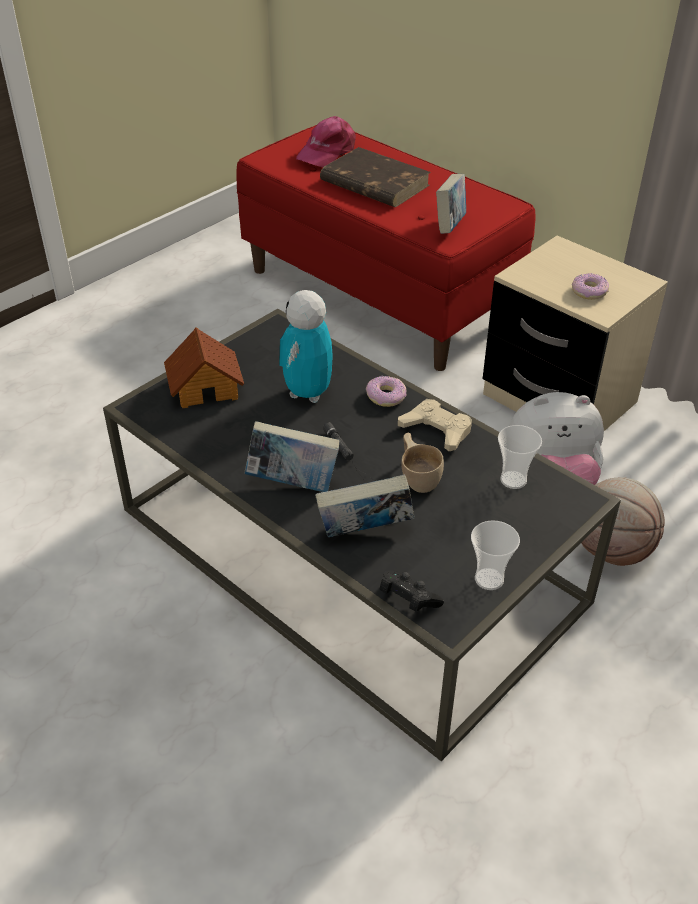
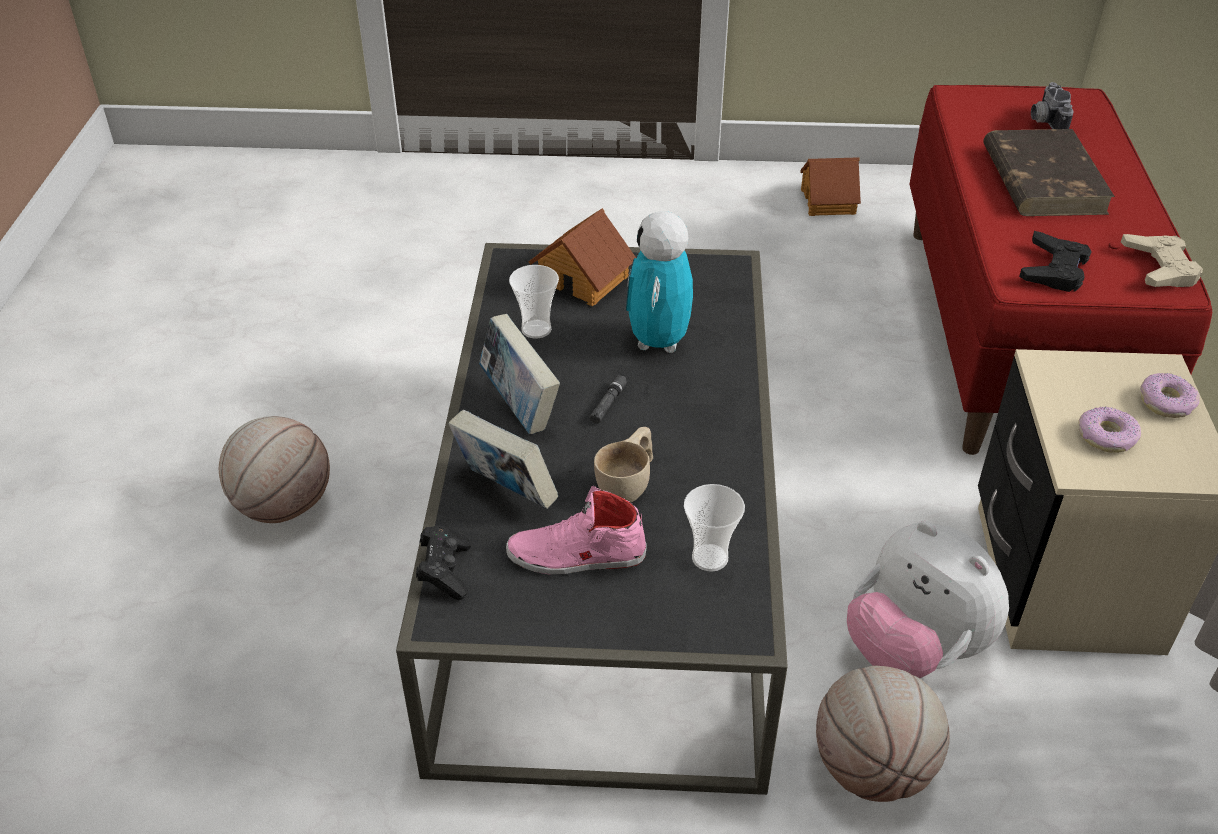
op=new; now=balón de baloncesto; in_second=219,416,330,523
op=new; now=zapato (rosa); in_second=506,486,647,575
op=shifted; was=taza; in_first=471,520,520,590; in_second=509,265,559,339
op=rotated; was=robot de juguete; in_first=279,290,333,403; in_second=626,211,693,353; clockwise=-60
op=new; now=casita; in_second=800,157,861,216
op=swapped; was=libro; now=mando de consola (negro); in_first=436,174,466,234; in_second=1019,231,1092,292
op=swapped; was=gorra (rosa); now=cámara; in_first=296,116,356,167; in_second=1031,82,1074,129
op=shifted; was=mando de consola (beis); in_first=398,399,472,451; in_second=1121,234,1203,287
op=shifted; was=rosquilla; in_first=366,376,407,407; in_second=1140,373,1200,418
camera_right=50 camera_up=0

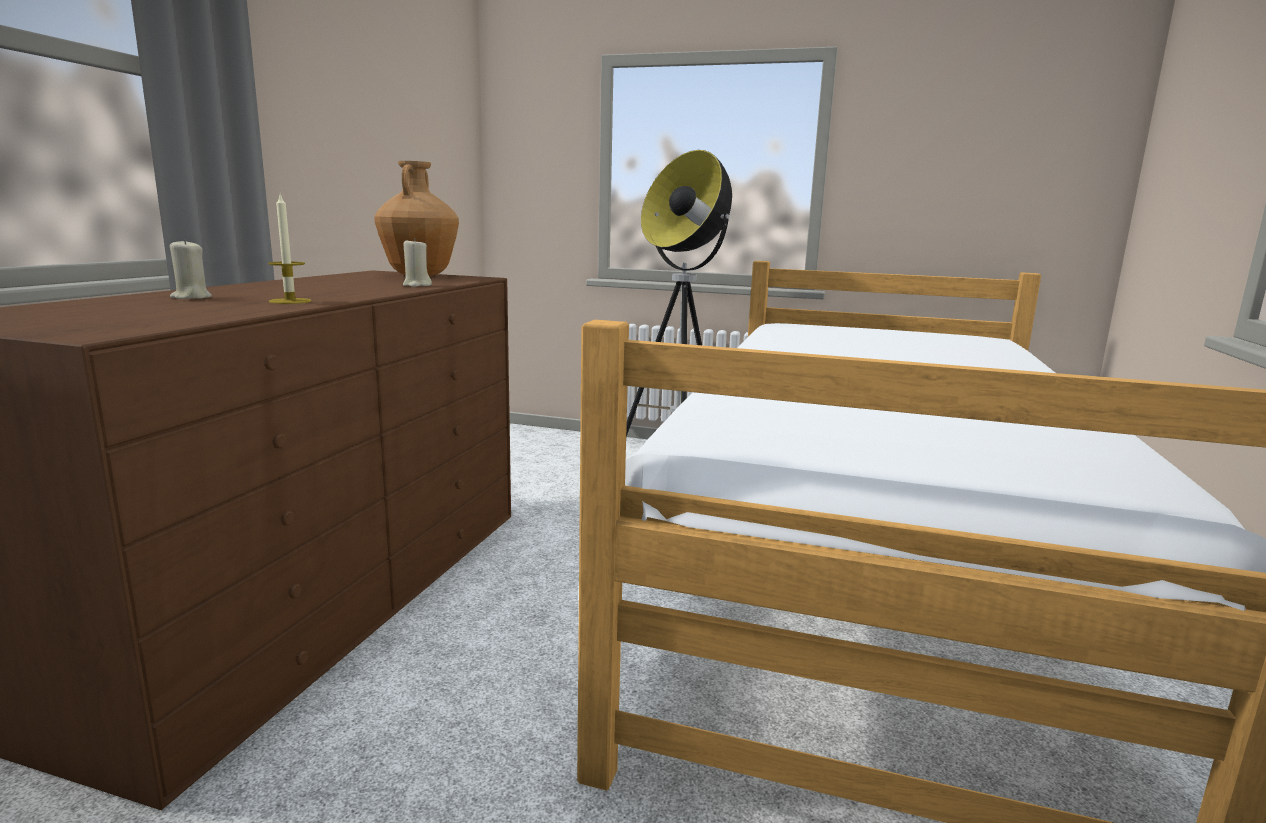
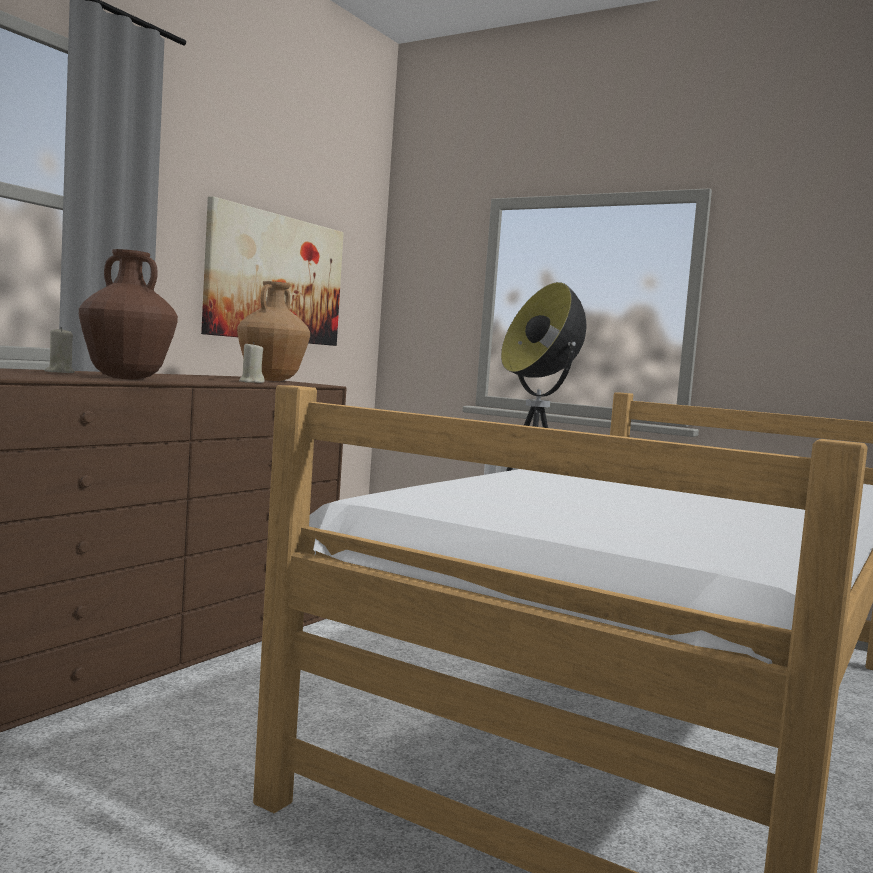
op=swapped; was=vela; now=florero (marrón); in_first=268,195,311,304; in_second=79,249,178,380
op=new; now=cuadro; in_second=201,196,344,346
camera_right=15 camera_up=-10

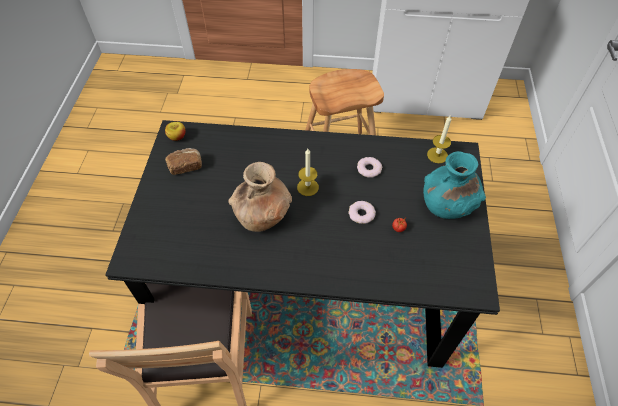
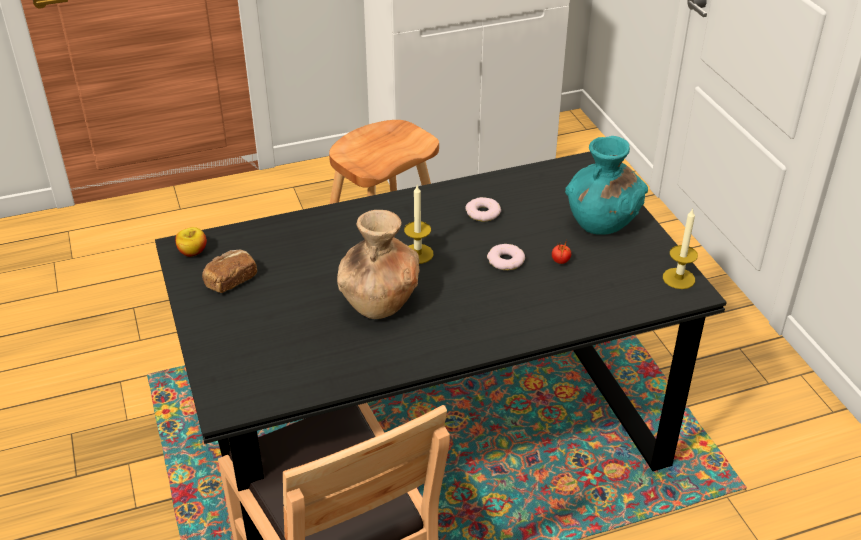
op=shifted; was=vela; in_first=427,116,451,163; in_second=663,208,698,289
camera_right=-25 camera_up=-15

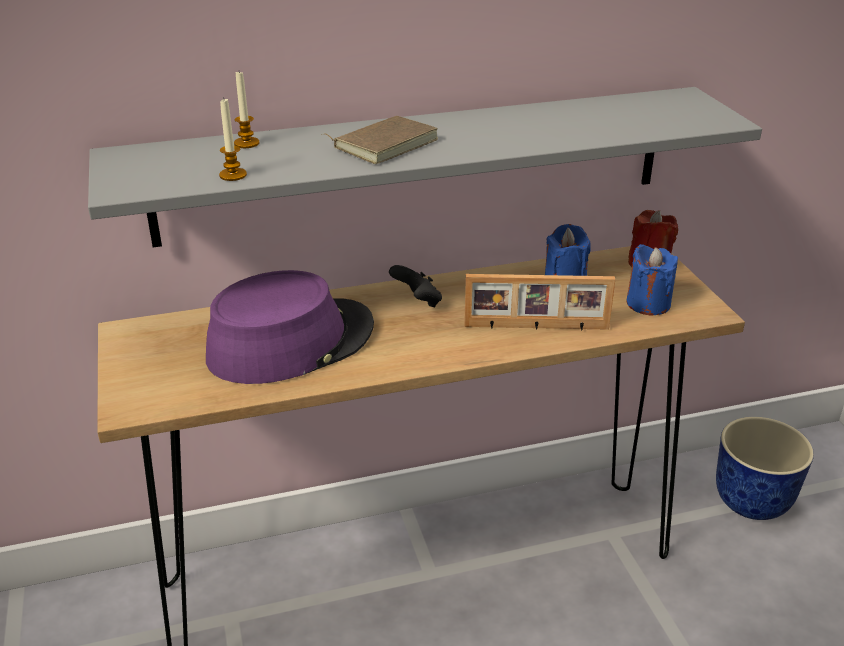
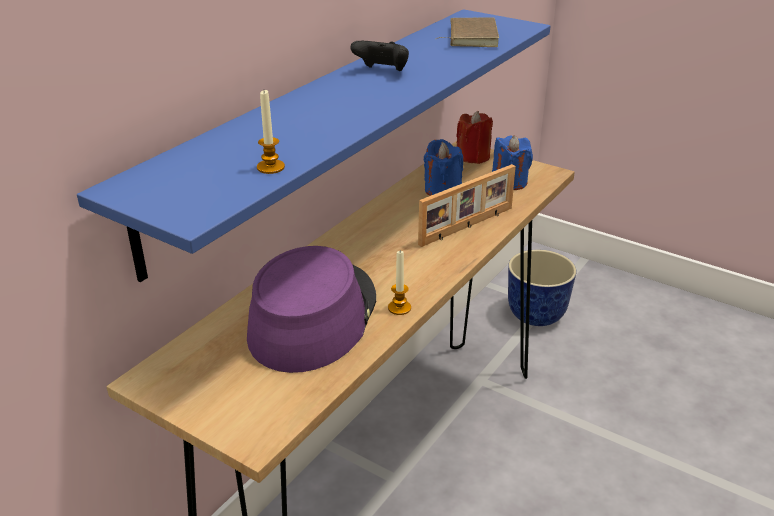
op=repainted; was=estante (gris); now=estante (azul); in_first=88,87,762,247; in_second=77,9,551,282
op=shifted; was=mando de consola (negro); in_first=389,265,442,307; in_second=350,41,409,71
op=shifted; was=vela; in_first=234,72,259,148; in_second=388,251,411,315
op=shifted; was=libro (marrón); in_first=321,116,438,164; in_second=436,17,499,47
camera_right=-40 camera_up=0

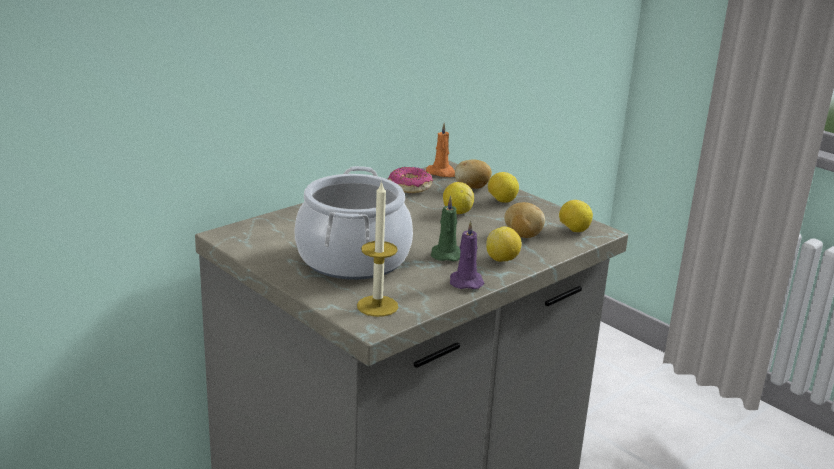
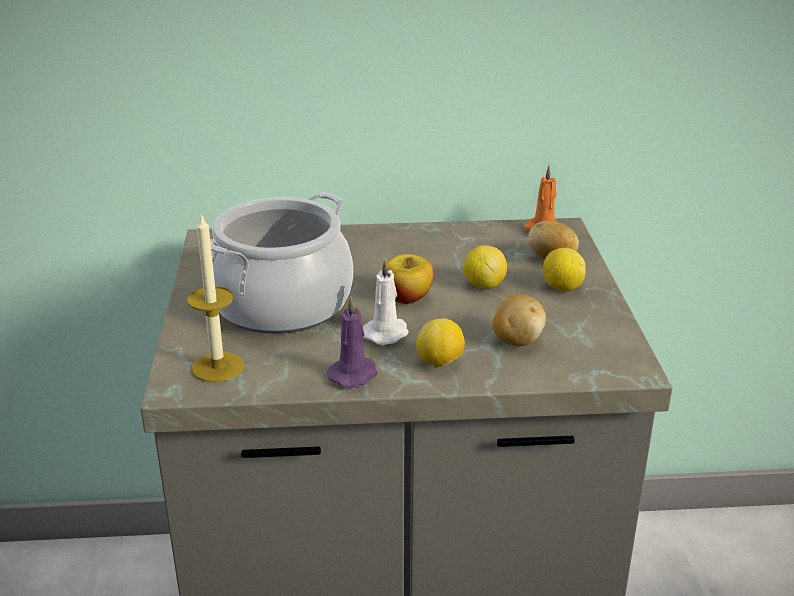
op=repainted; was=vela (verde); now=vela (blanco); in_first=431,196,460,261; in_second=363,258,409,345
op=new; now=manzana; in_second=387,254,434,304
op=gone; was=rosquilla; in_first=388,167,433,193
op=gone; was=limón; in_first=559,200,593,232
camera_right=40 camera_up=5

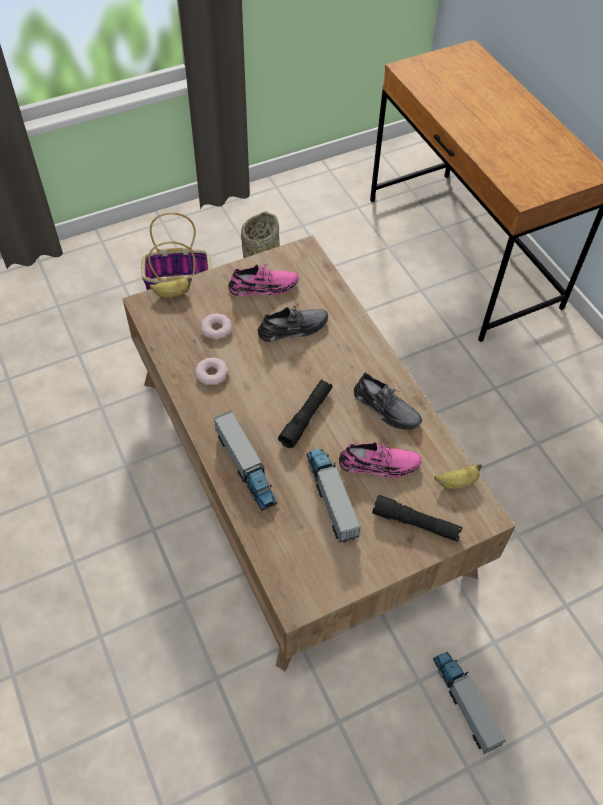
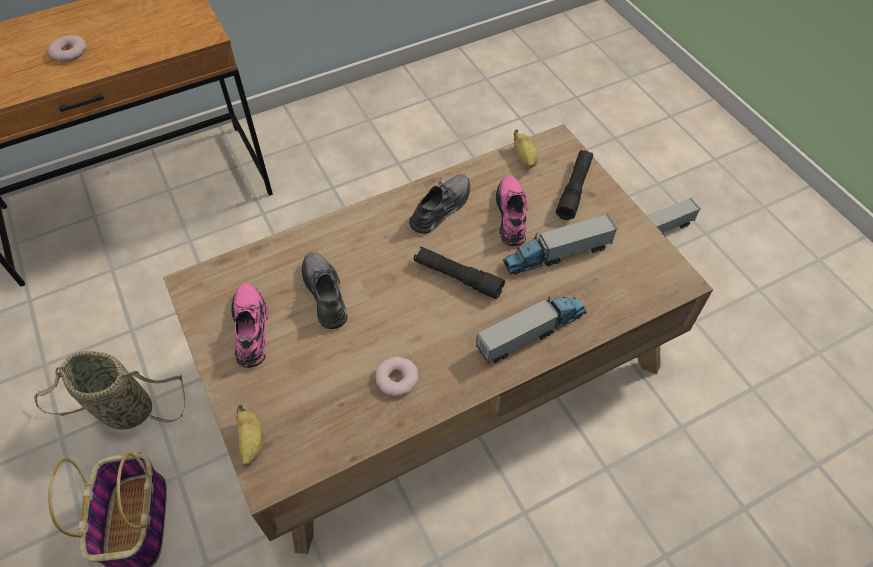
op=shifted; was=rosquilla; in_first=200,314,232,340; in_second=48,35,87,62
camera_right=-90 camera_up=0

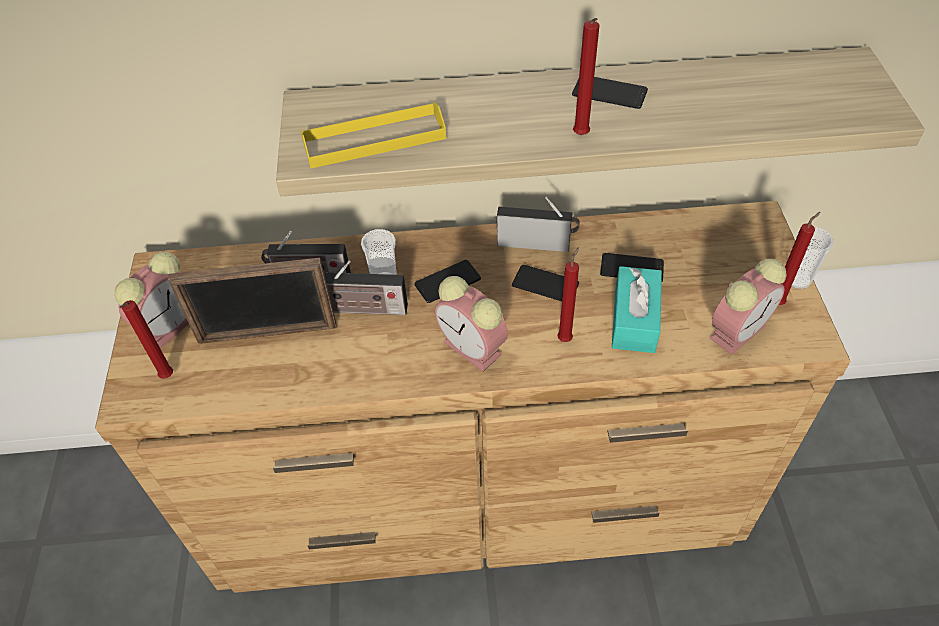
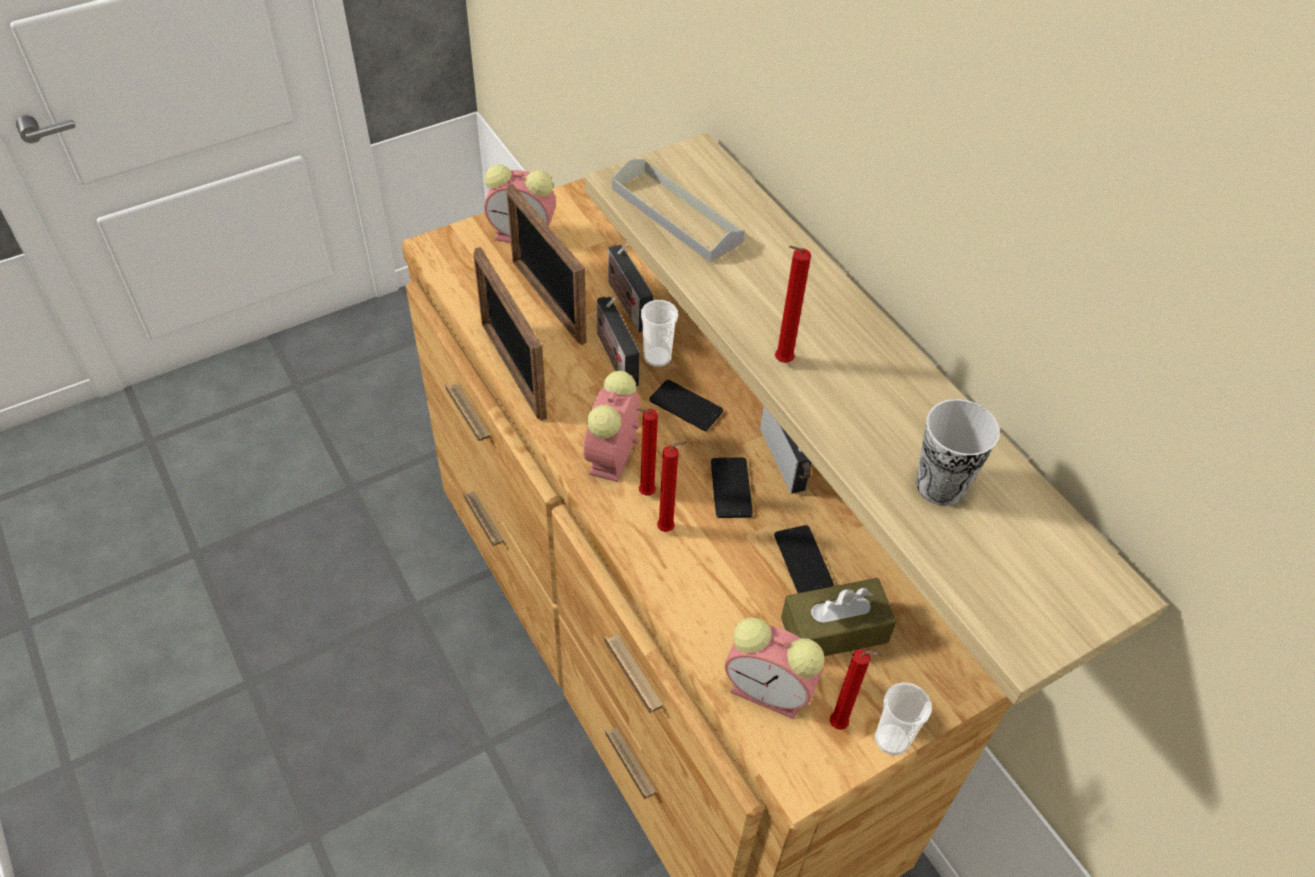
op=new; now=portarretratos; in_second=473,247,547,421
op=repainted; was=bandeja (amarillo); now=bandeja (gris); in_first=301,102,446,168; in_second=612,159,745,263
op=shifted; was=vela (rojo); in_first=119,300,173,379; in_second=636,408,658,496
op=new; now=caja de pañuelos (marrón); in_second=781,578,897,656
op=new; now=taza; in_second=916,399,999,506
op=gone; was=móvil; in_first=572,77,648,109
op=gone; was=caja de pañuelos (turquesa); in_first=612,266,662,353
camera_right=60 camera_up=0

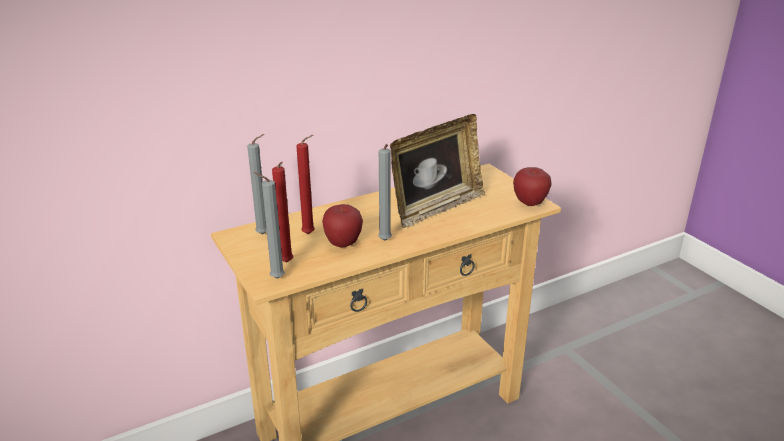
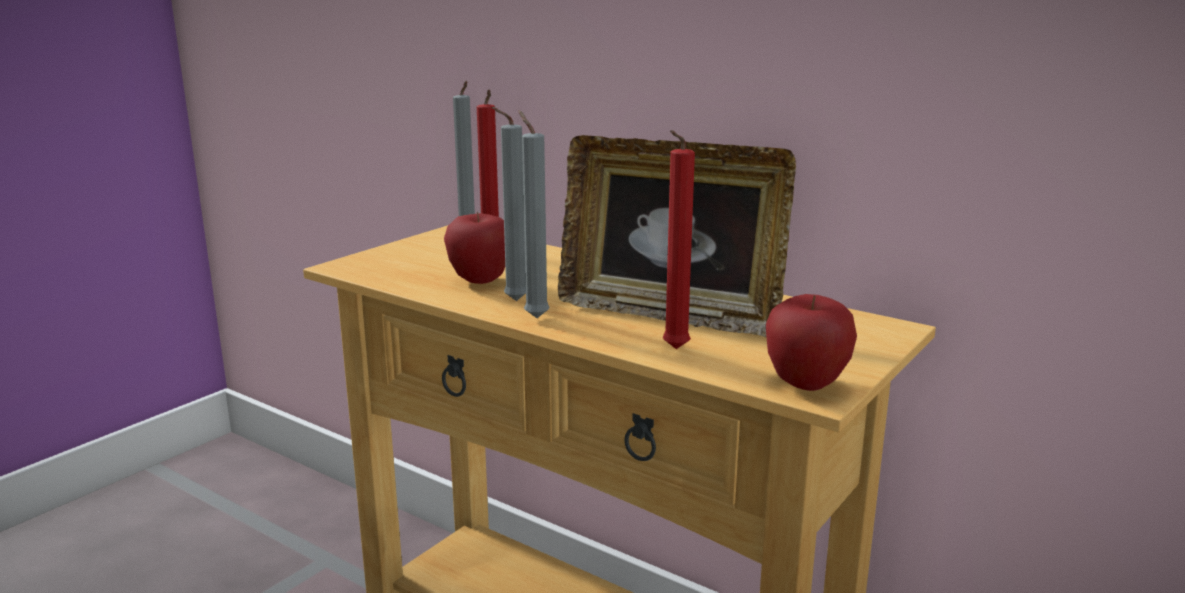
op=shifted; was=vela (gris); in_first=253,172,285,279; in_second=518,110,550,318
op=shifted; was=vela (rojo); in_first=272,162,293,263; in_second=663,130,695,349
camera_right=65 camera_up=-10

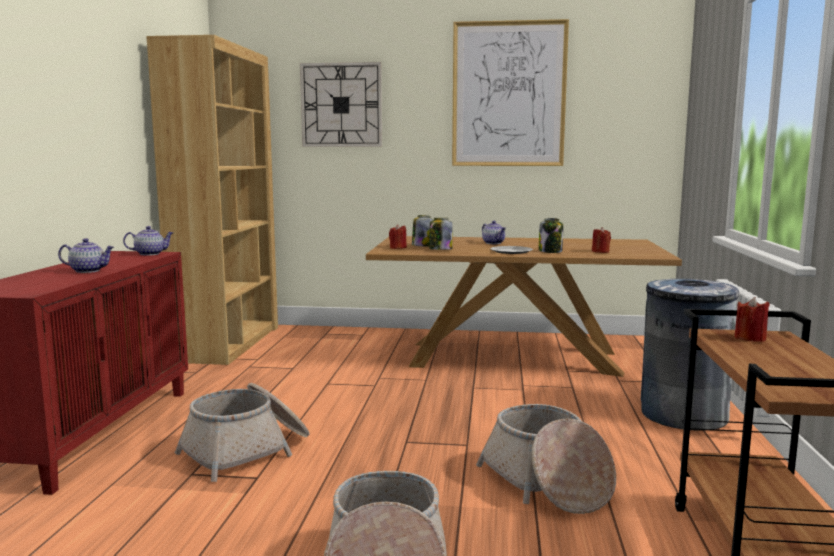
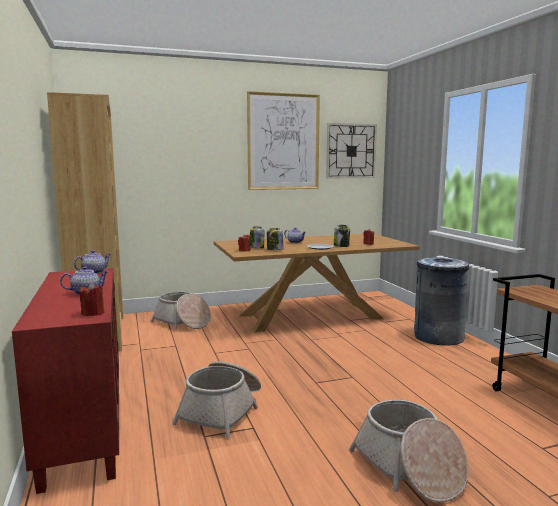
op=shifted; was=vela (rojo); in_first=734,297,770,342; in_second=80,283,104,316
op=shifted; was=cesta; in_first=476,404,616,514; in_second=151,292,211,330
op=shifted; was=reloj de pared; in_first=300,62,382,147; in_second=326,123,377,179
camera_right=-25 camera_up=0

